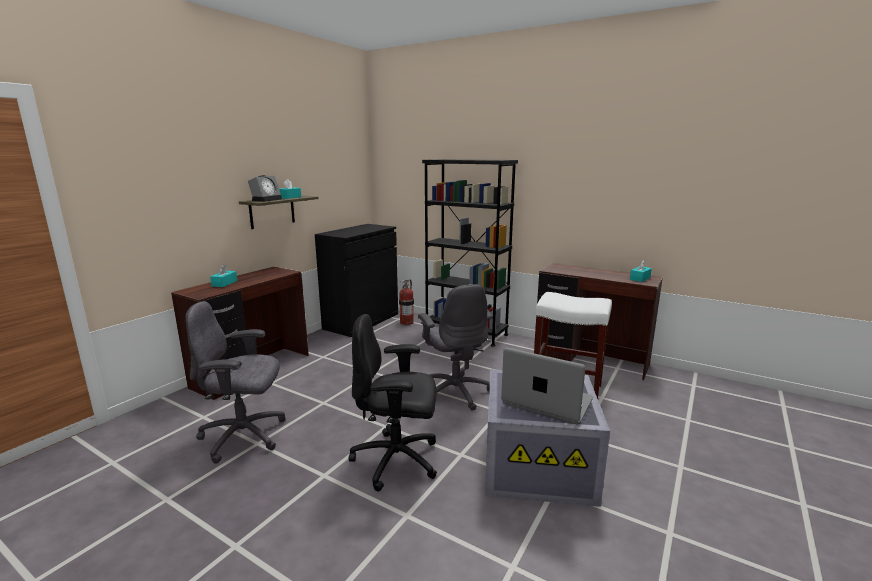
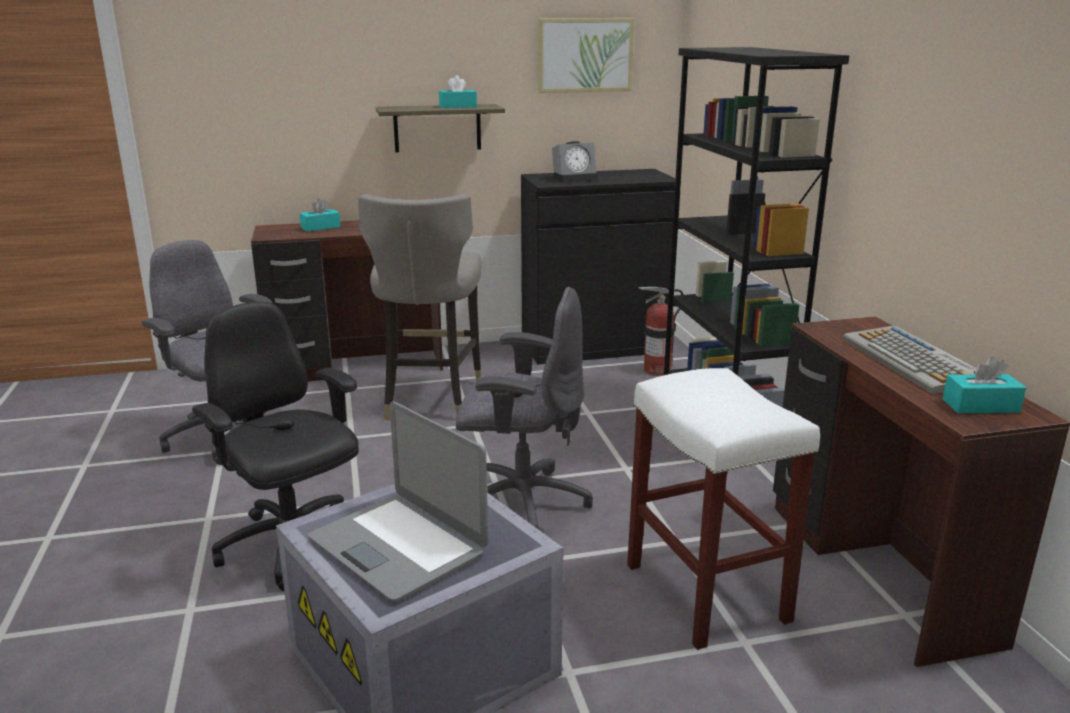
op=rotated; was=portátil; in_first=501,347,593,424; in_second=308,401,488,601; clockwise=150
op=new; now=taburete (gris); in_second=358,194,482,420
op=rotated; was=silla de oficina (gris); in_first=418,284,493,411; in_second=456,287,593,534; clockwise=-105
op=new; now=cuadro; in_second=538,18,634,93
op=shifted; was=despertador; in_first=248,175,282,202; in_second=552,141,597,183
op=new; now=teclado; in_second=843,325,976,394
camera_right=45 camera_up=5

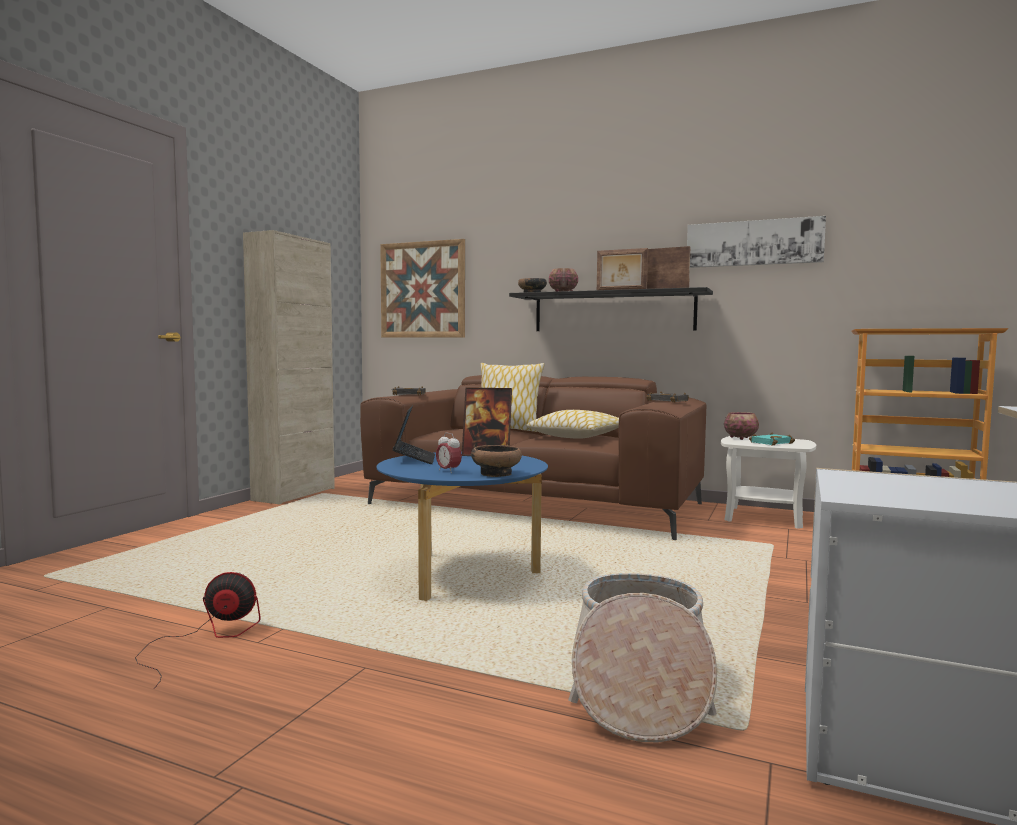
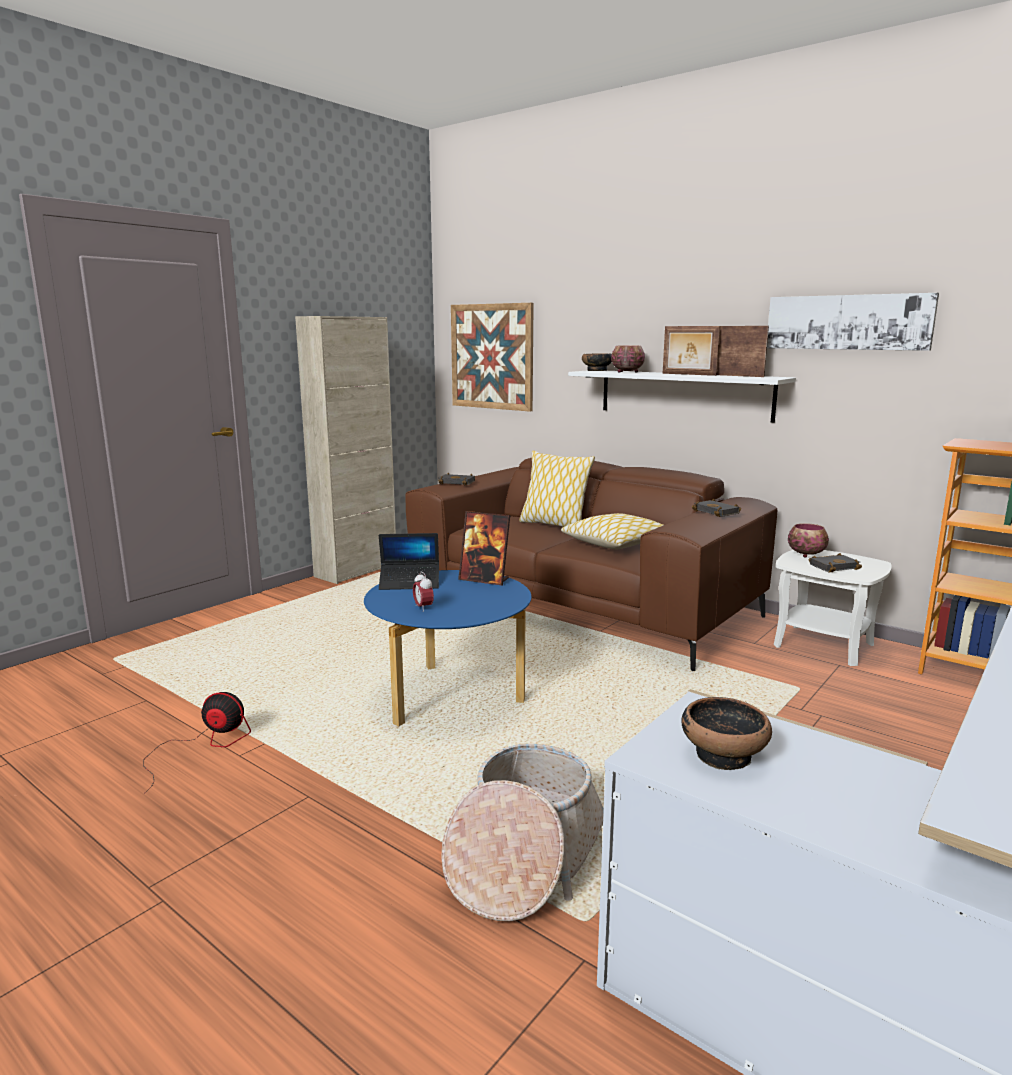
op=rotated; was=portátil; in_first=393,405,435,464; in_second=379,533,439,590; clockwise=75
op=repainted; was=estante (negro); now=estante (blanco); in_first=509,287,713,331; in_second=568,370,796,423
op=shifted; was=cuenco; in_first=471,445,522,477; in_second=681,697,772,770
op=repainted; was=libro (turquesa); now=libro (negro); in_first=749,433,795,446; in_second=808,553,862,572
camera_right=15 camera_up=10

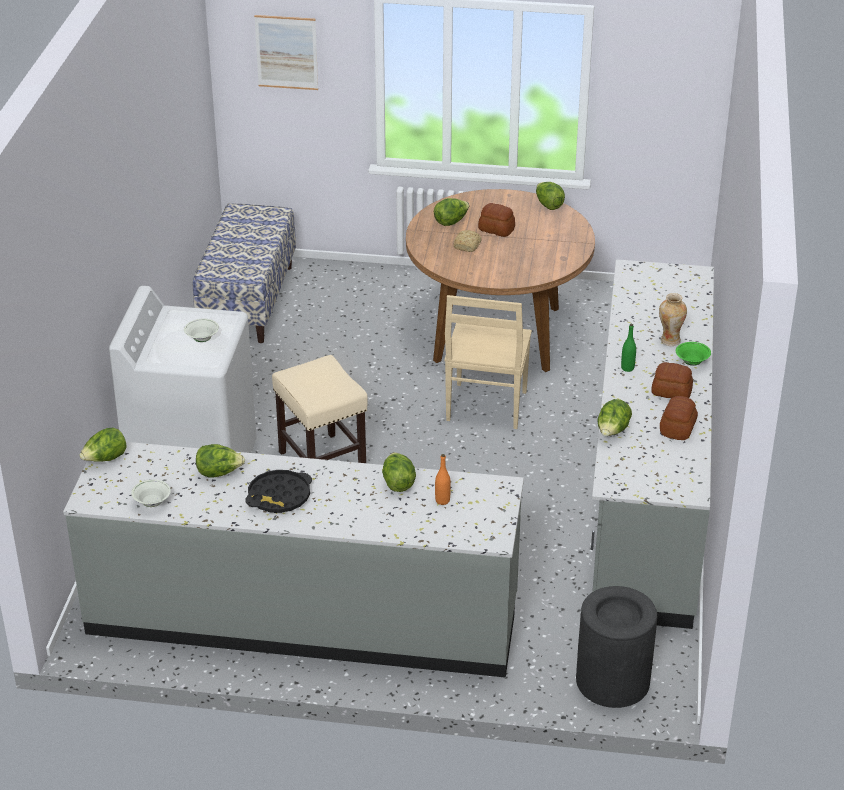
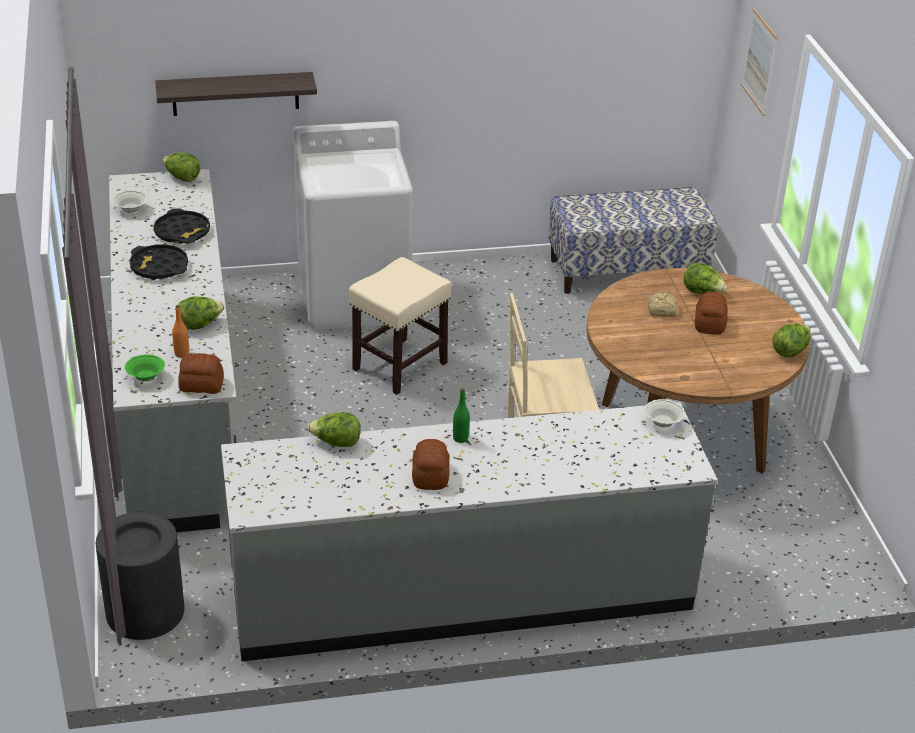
op=shifted; was=cuenco (verde); in_first=676,342,711,366; in_second=125,354,165,382
op=swapped; was=lechuga; now=bandeja (negro); in_first=196,444,245,478; in_second=153,208,210,244
op=new; now=estante; in_second=155,72,317,116
op=shifted; was=pan; in_first=660,396,698,440; in_second=178,353,224,394
op=shifted; was=cuenco (blanco); in_first=184,318,219,342; in_second=644,399,685,427
op=gone; was=florero; in_first=659,293,687,346
camera_right=70 camera_up=0

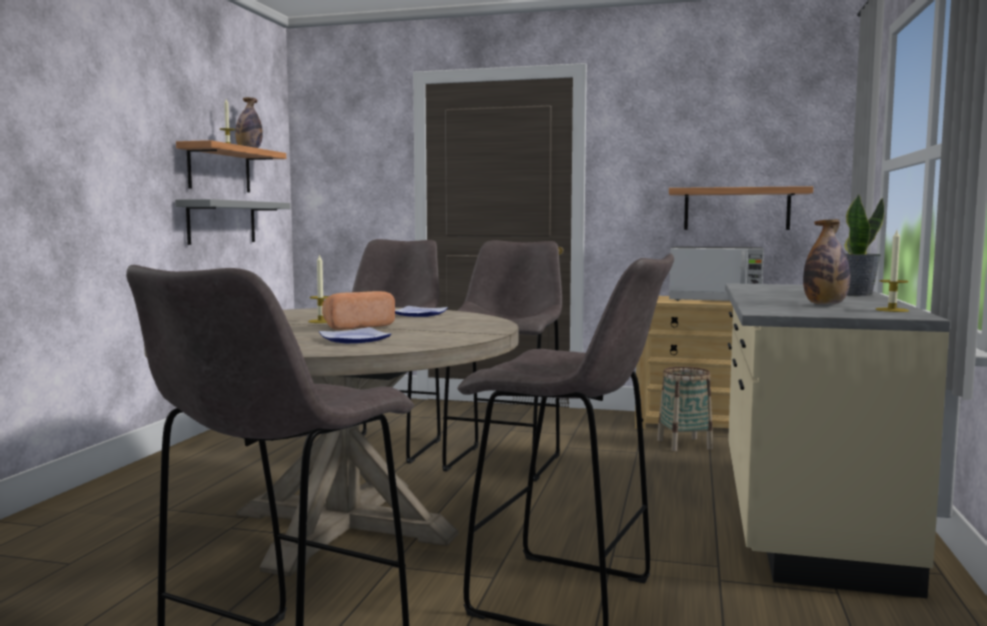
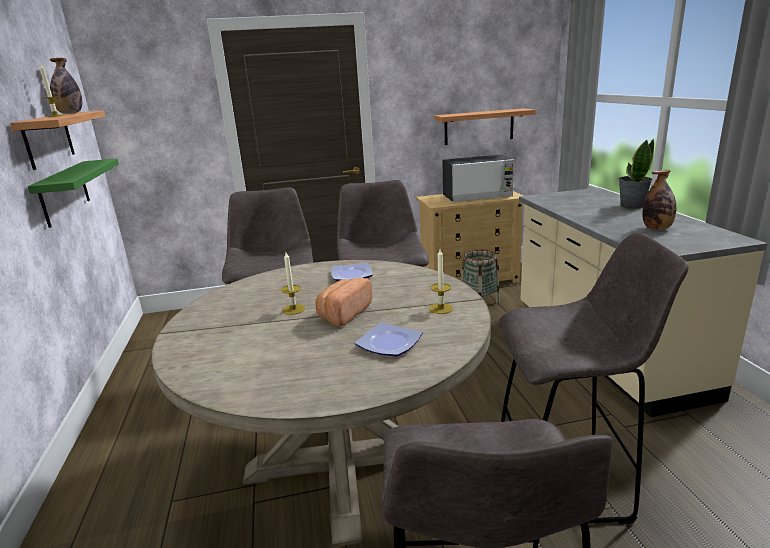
op=repainted; was=estante (gris); now=estante (verde); in_first=175,199,291,245; in_second=27,158,119,228
op=shifted; was=vela; in_first=875,230,909,312; in_second=429,249,453,314
camera_right=-25 camera_up=15

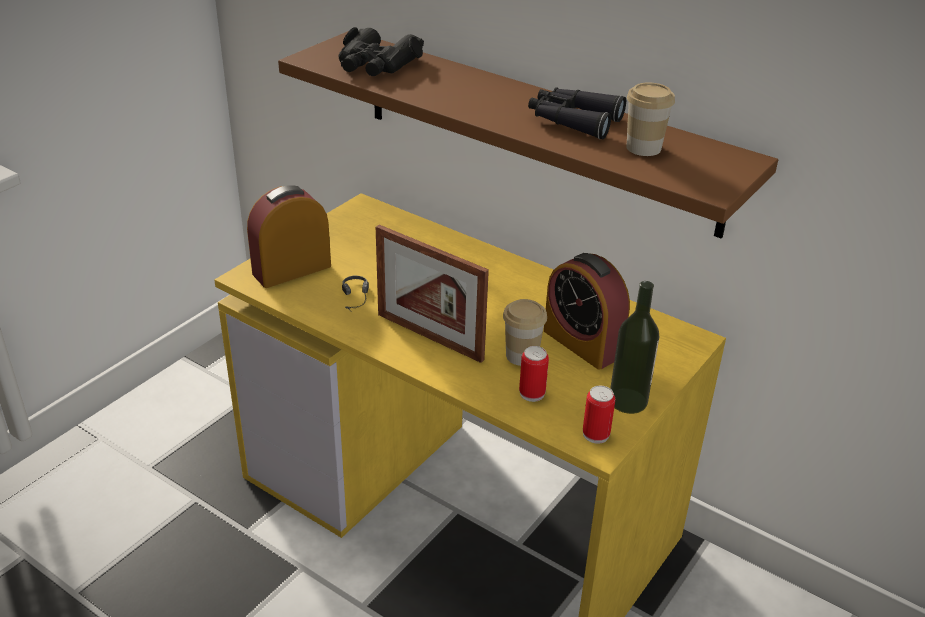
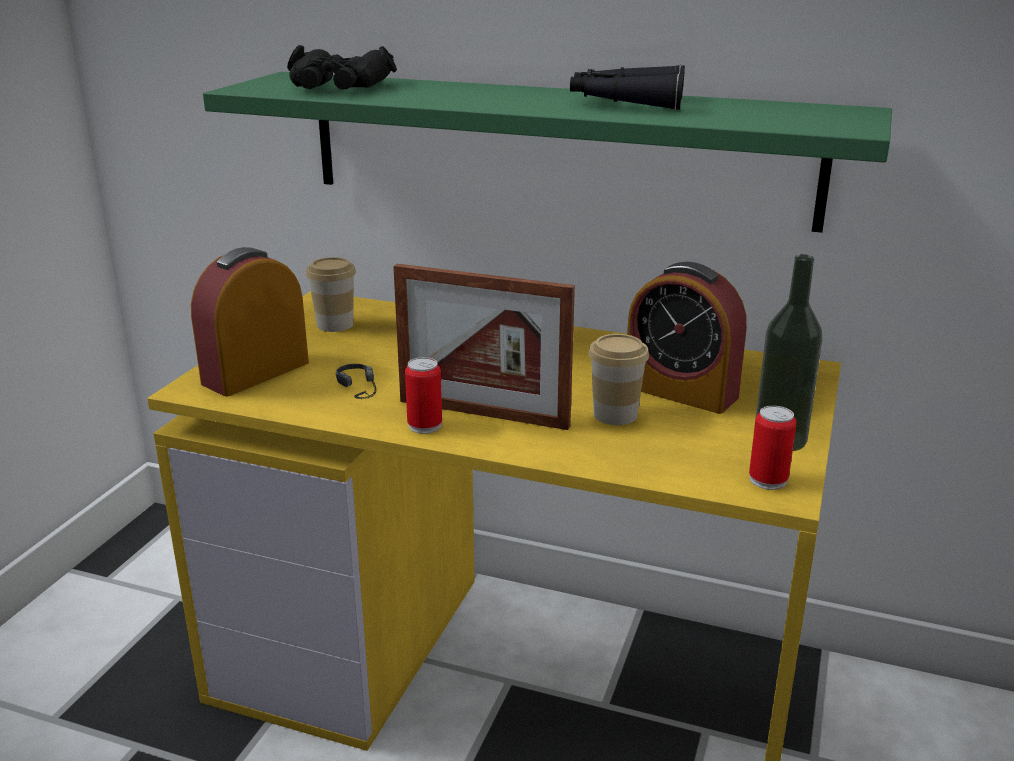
op=repainted; was=estante (marrón); now=estante (verde); in_first=278,31,778,239; in_second=203,72,892,233
op=shifted; was=taza; in_first=626,82,675,156; in_second=306,257,356,332
op=shifted; was=lata; in_first=519,346,549,402; in_second=405,357,442,434
camera_right=-15 camera_up=-10

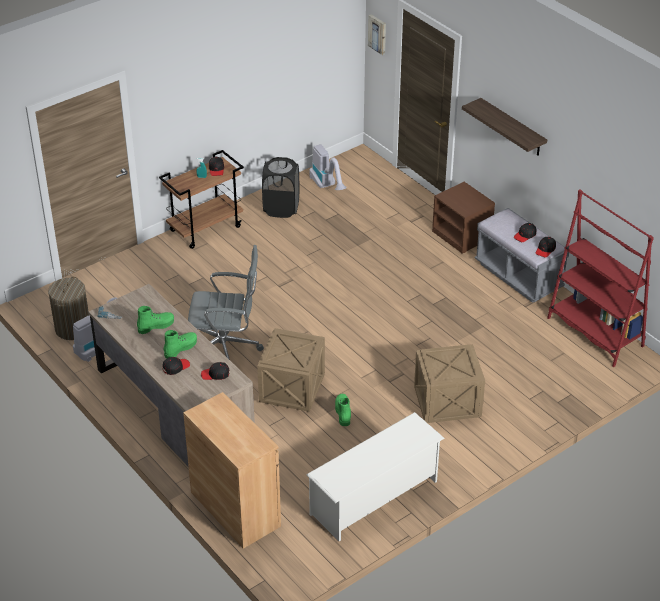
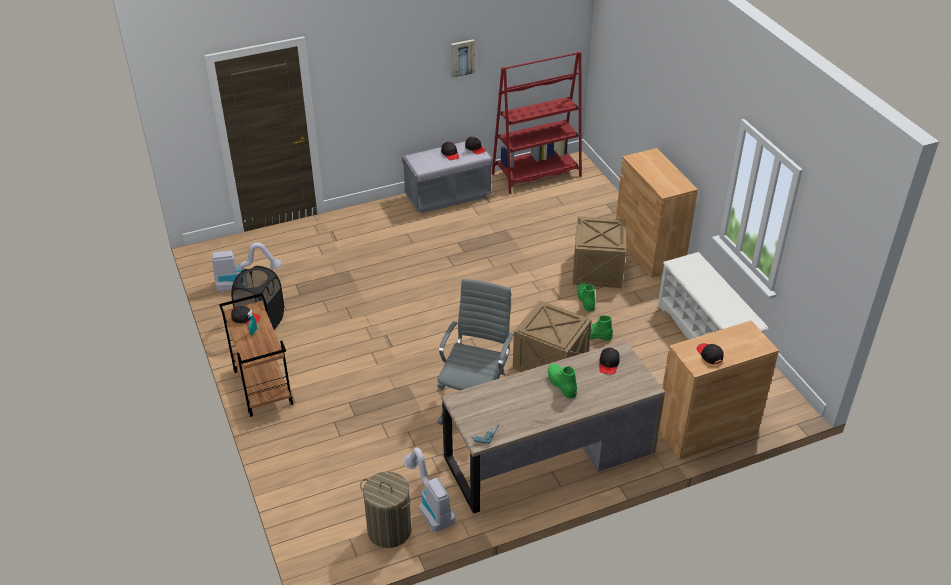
op=shifted; was=cuadro; in_first=368,14,386,55; in_second=451,39,475,78
op=shifted; was=bota (verde); in_first=137,306,174,334; in_second=577,283,595,312
op=new; now=armario (marrón); in_second=616,148,698,278
op=shifted; was=gorra (negro); in_first=163,357,190,375; in_second=697,343,724,364
op=gone; was=mesita de noche (marrón); in_first=432,182,495,254
op=gone; was=estante; in_first=462,98,547,156
camera_right=-75 camera_up=0

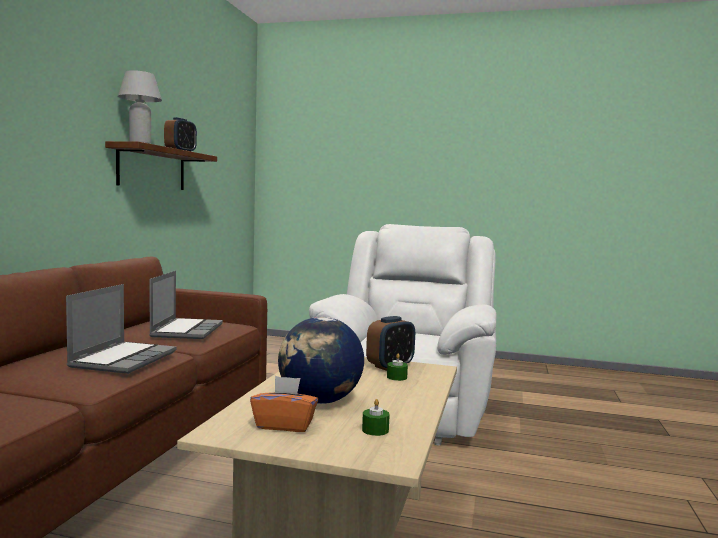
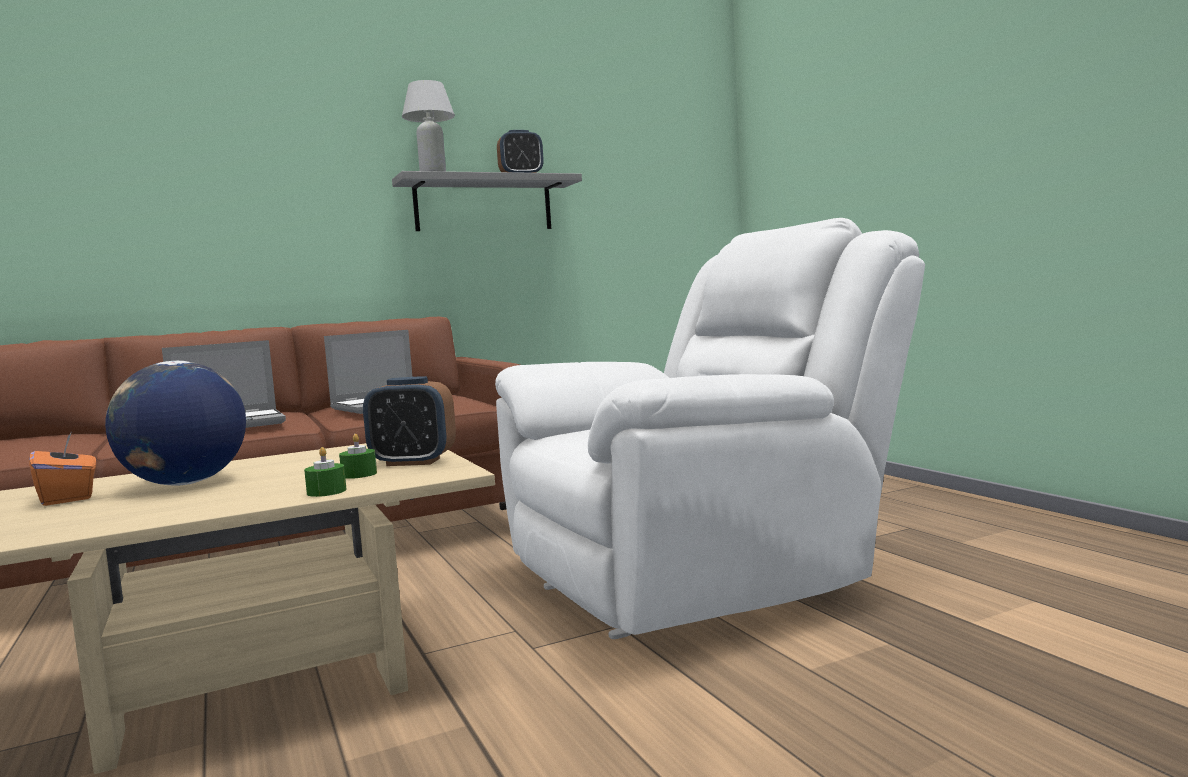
op=shifted; was=vela (verde); in_first=362,399,390,436; in_second=304,447,346,497
op=repainted; was=estante (marrón); now=estante (gris); in_first=105,141,217,190; in_second=392,171,582,231
camera_right=50 camera_up=0

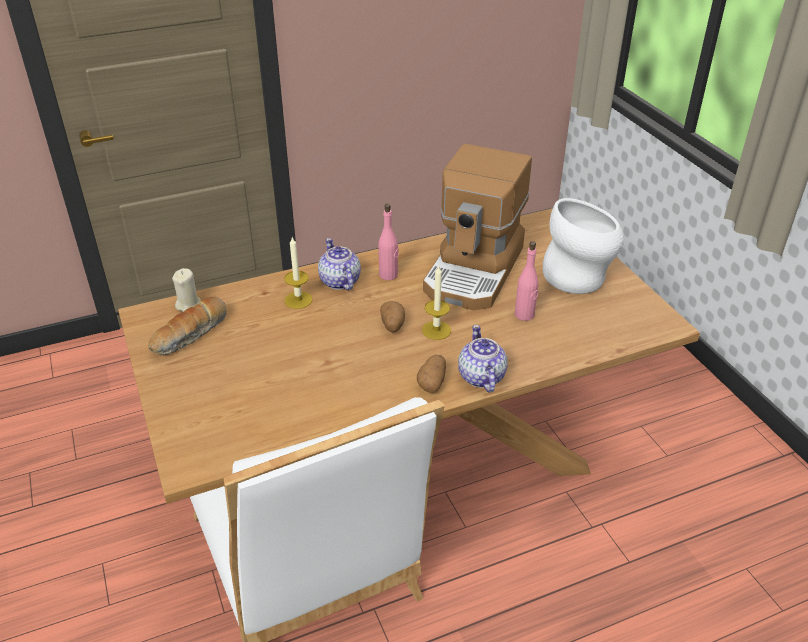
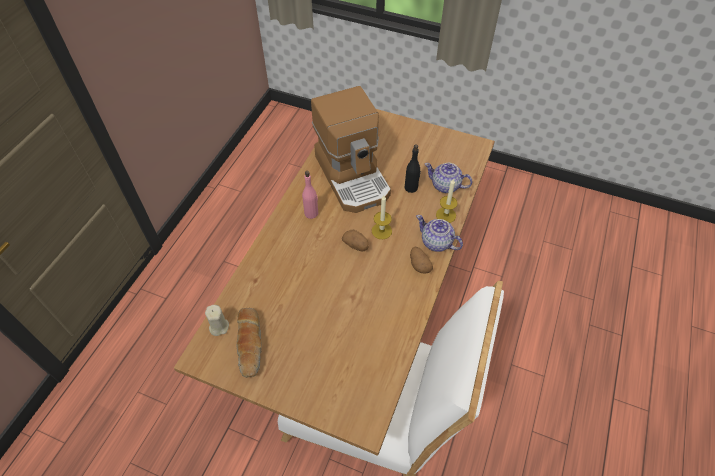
op=repainted; was=botella (rosa); now=botella (negro); in_first=515,241,539,321; in_second=405,144,421,193
op=shifted; was=tetera; in_first=318,238,361,291; in_second=425,163,472,193
op=shifted; was=vela; in_first=284,237,313,309; in_second=436,178,458,223
op=gone; was=florero (blanco); in_first=543,198,624,294
camera_right=-45 camera_up=15

